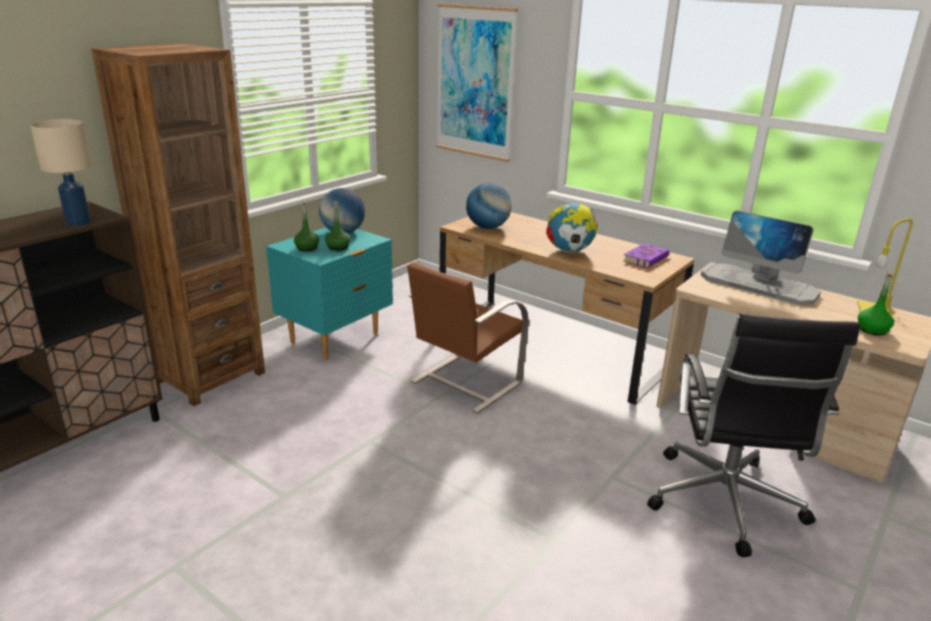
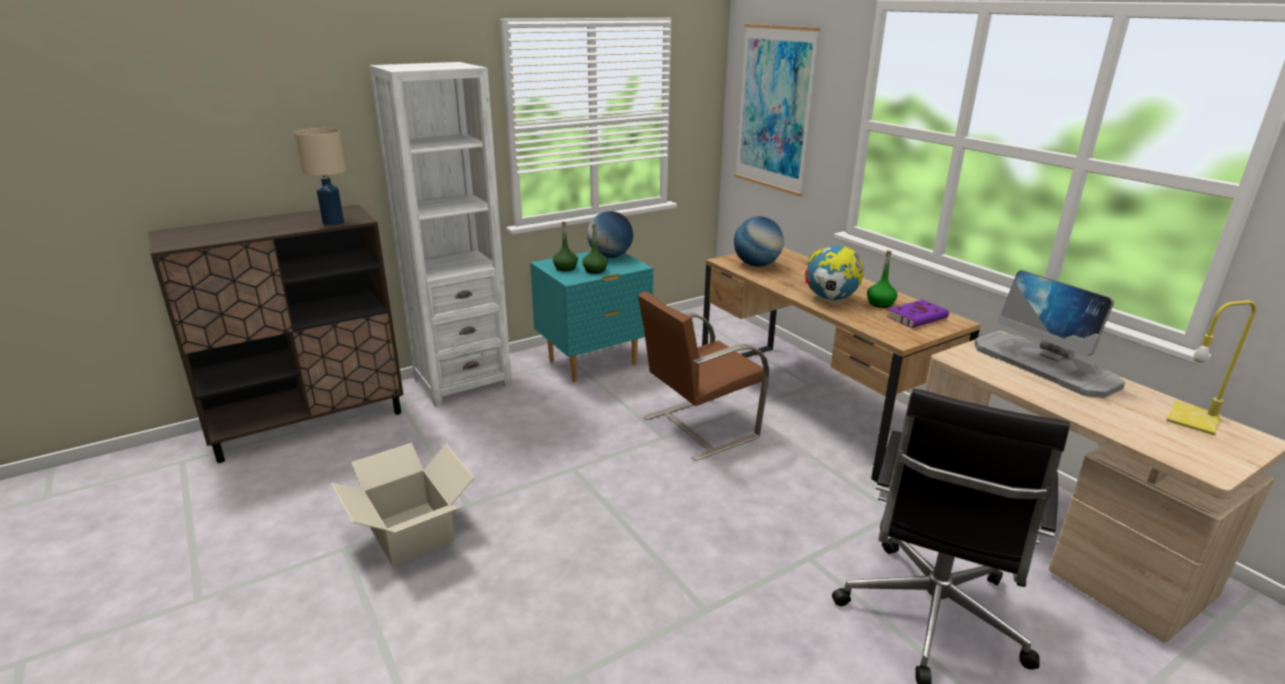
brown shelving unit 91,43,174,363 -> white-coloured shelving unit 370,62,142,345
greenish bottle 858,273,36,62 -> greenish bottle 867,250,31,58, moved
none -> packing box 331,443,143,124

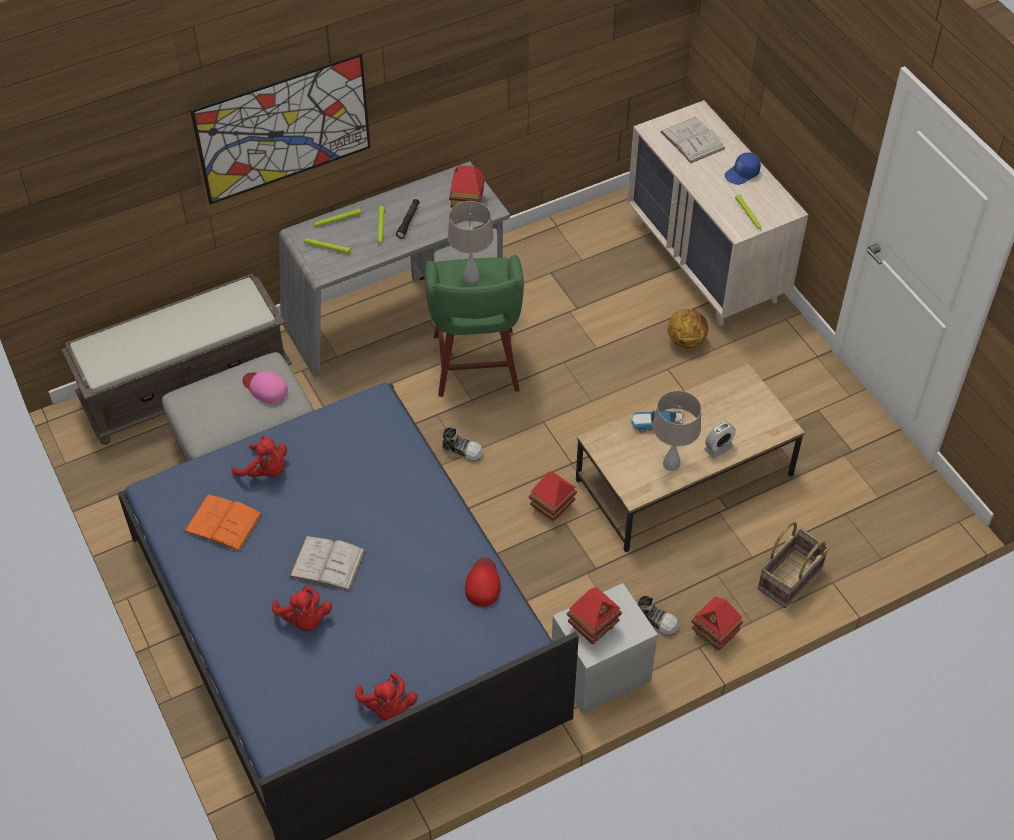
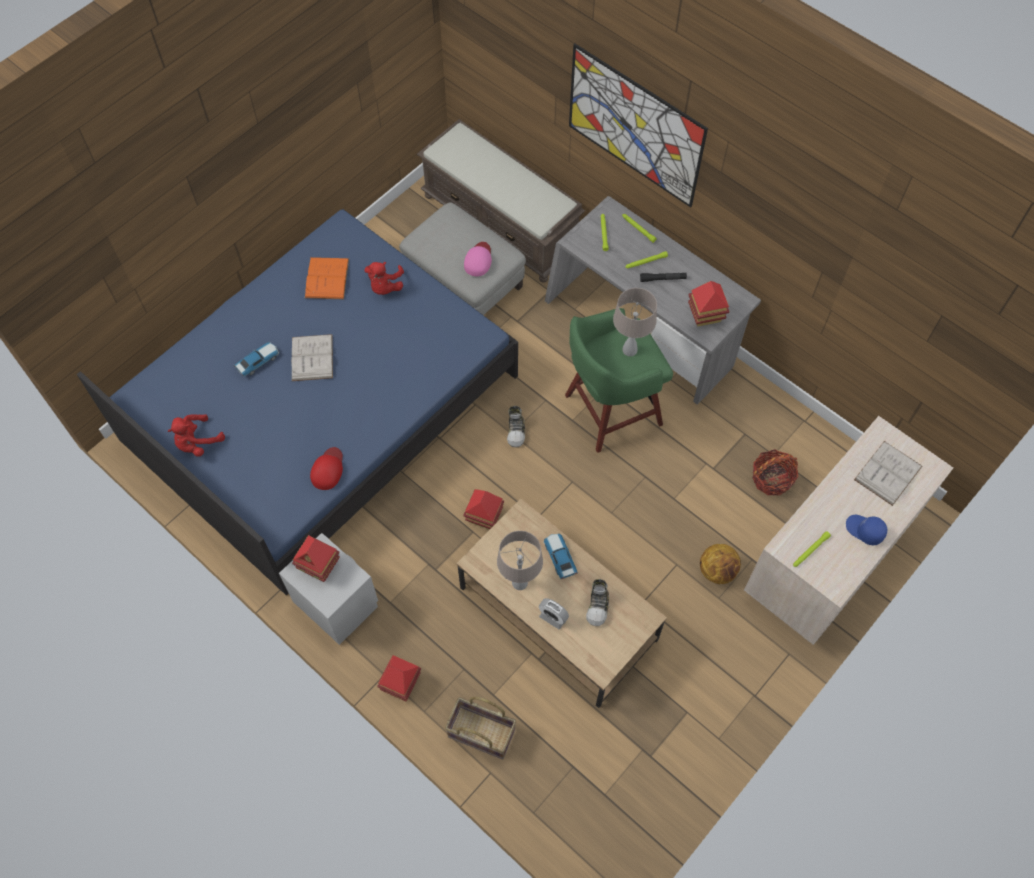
red-coloured plush toy 272,586,60,45 -> toy car 234,342,46,35
red-coloured cap 465,557,36,50 -> red-coloured cap 310,447,33,43, 60 degrees counterclockwise
low shoe 638,596,41,40 -> low shoe 586,579,23,47, moved
none -> basket 753,449,45,47

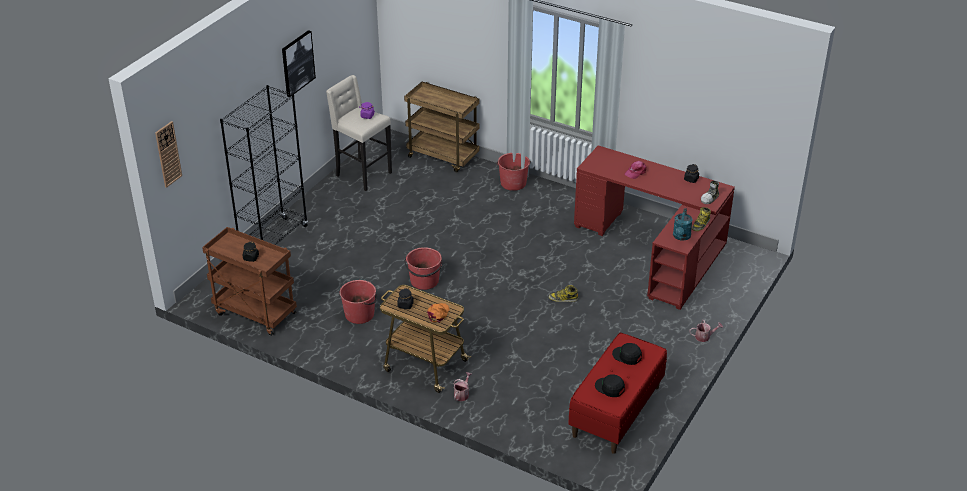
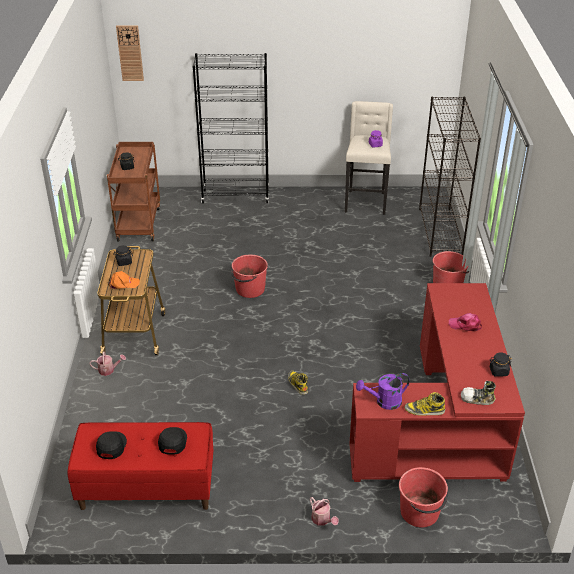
wall picture 282,30,34,67 -> none
red-coloured pail 340,280,37,44 -> red-coloured pail 399,467,49,60, moved
brown trolley 404,82,76,91 -> blackish shelving unit 419,97,62,160
blue-green sprinkling can 673,208,20,33 -> purplish sprinkling can 356,373,54,37

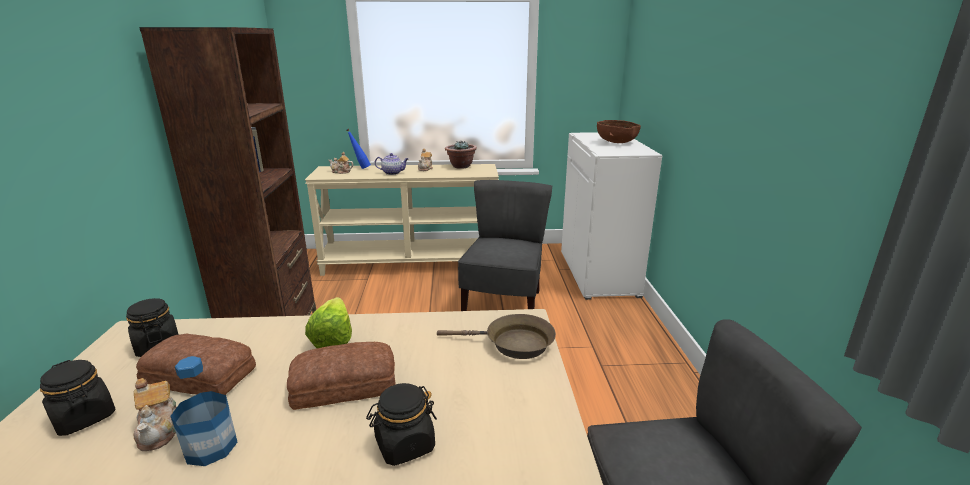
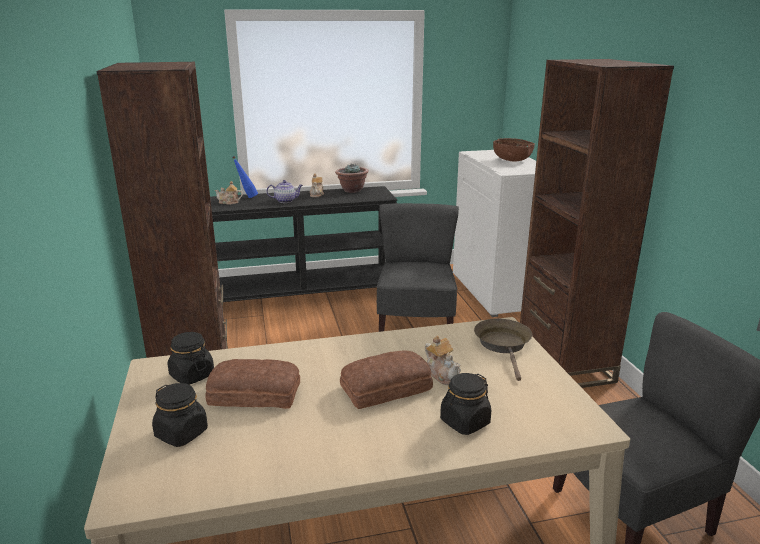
tea pot 133,378,44,73 -> tea pot 425,335,36,50, moved
bottle 170,356,68,110 -> none
beige-coloured console table 305,164,194,112 -> blackish console table 210,186,187,116
head of lettuce 305,297,47,51 -> none
brown frying pan 437,314,119,45 -> brown frying pan 474,318,58,63, 90 degrees counterclockwise
none -> brown shelving unit 520,59,154,329

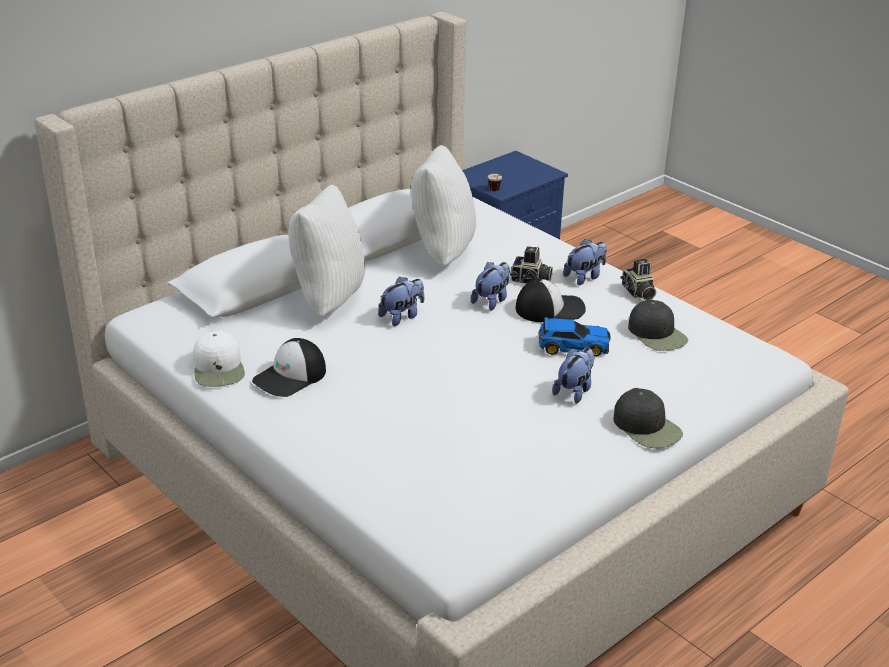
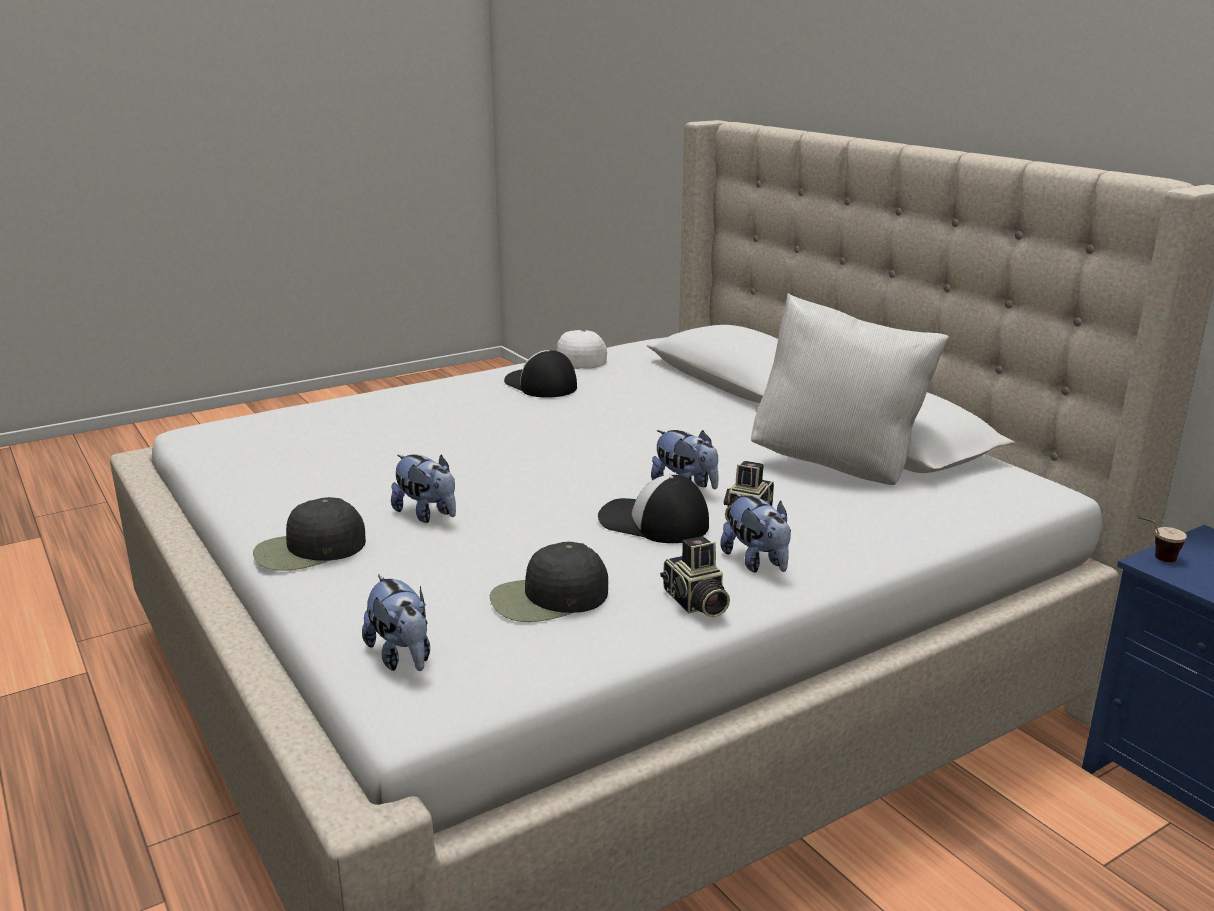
white-coloured throw pillow 288,185,77,132 -> none
plush toy 378,276,46,50 -> plush toy 362,574,68,97, moved
cap 516,279,70,43 -> cap 598,475,111,68, 120 degrees clockwise
toy car 539,317,71,39 -> none
still camera 621,259,35,41 -> still camera 660,536,70,82, 105 degrees counterclockwise

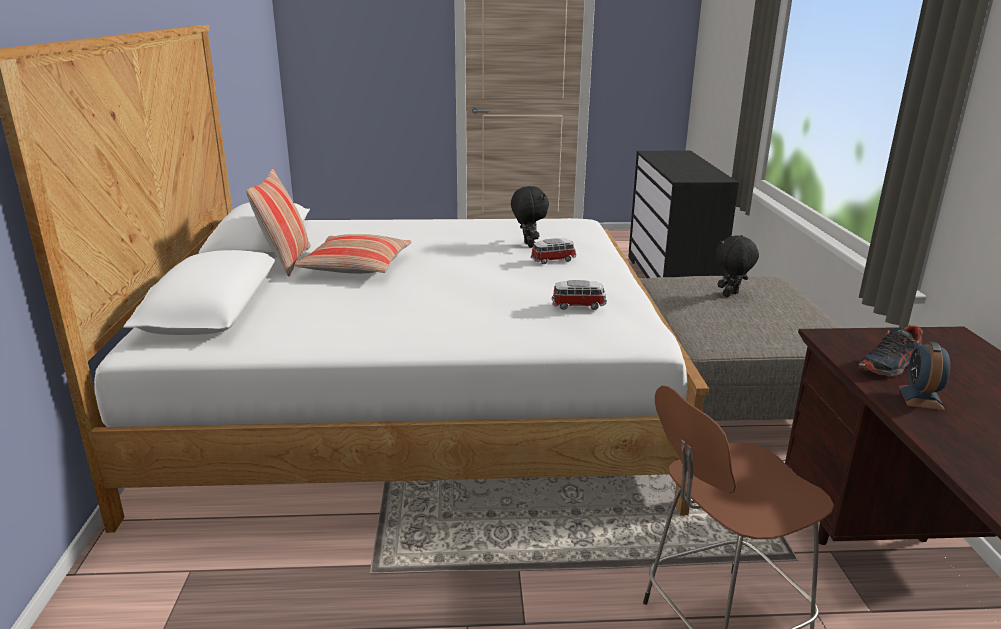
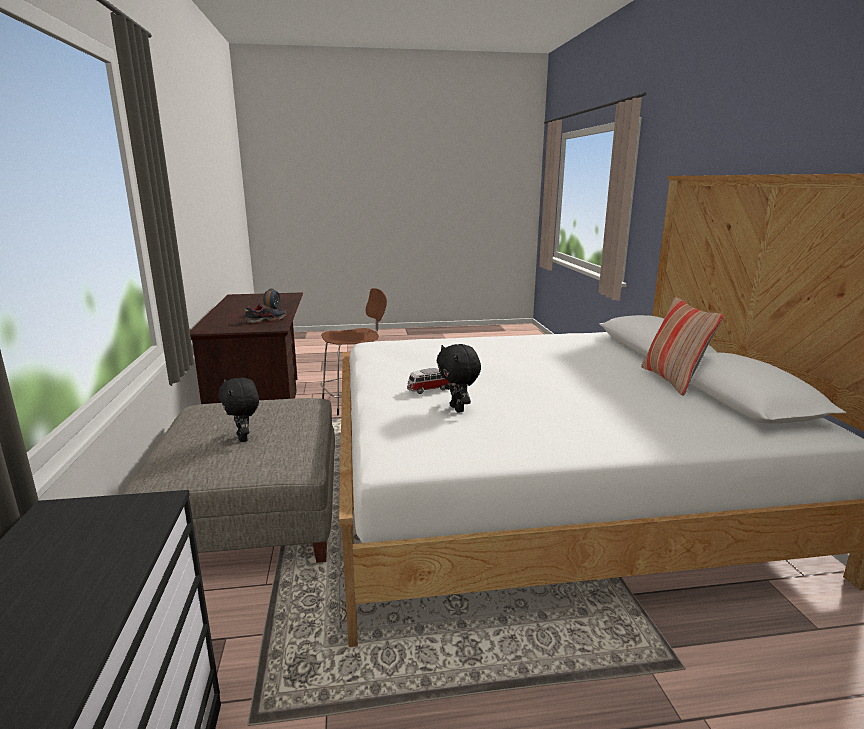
throw pillow 294,234,118,40 -> none
toy car 552,280,55,30 -> none
blackish plush toy 715,235,44,62 -> blackish plush toy 218,378,41,64, 105 degrees clockwise

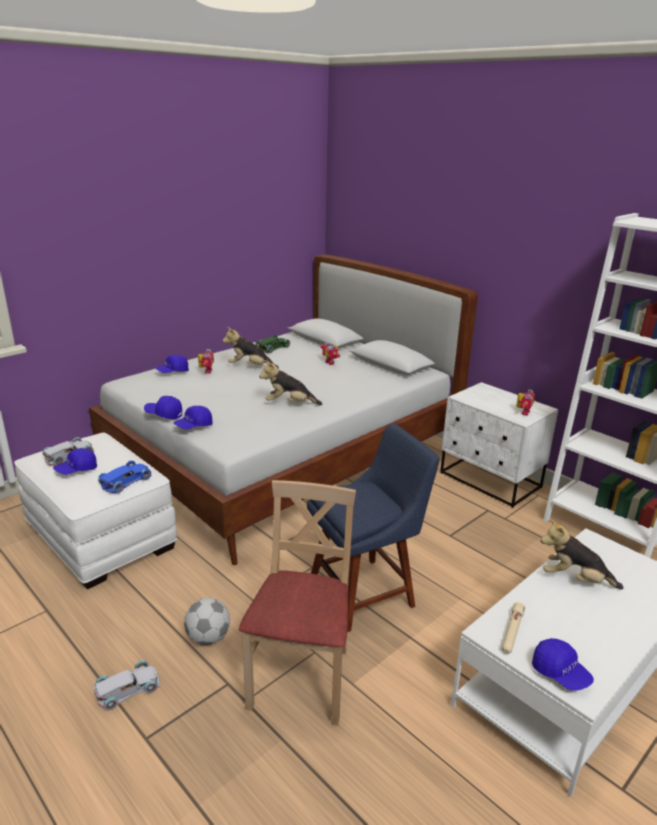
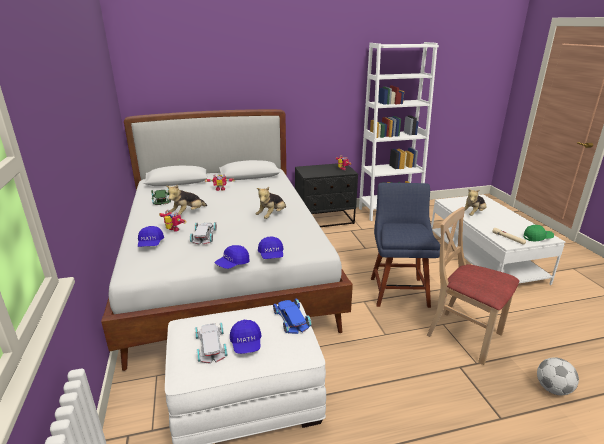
white-coloured toy car 94,660,66,51 -> white-coloured toy car 190,222,27,23, moved
ball for football 184,598,46,47 -> ball for football 537,357,42,39, moved
white-coloured night table 440,382,118,126 -> blackish night table 295,163,63,64
bluish cap 532,638,62,53 -> greenish cap 524,225,30,16

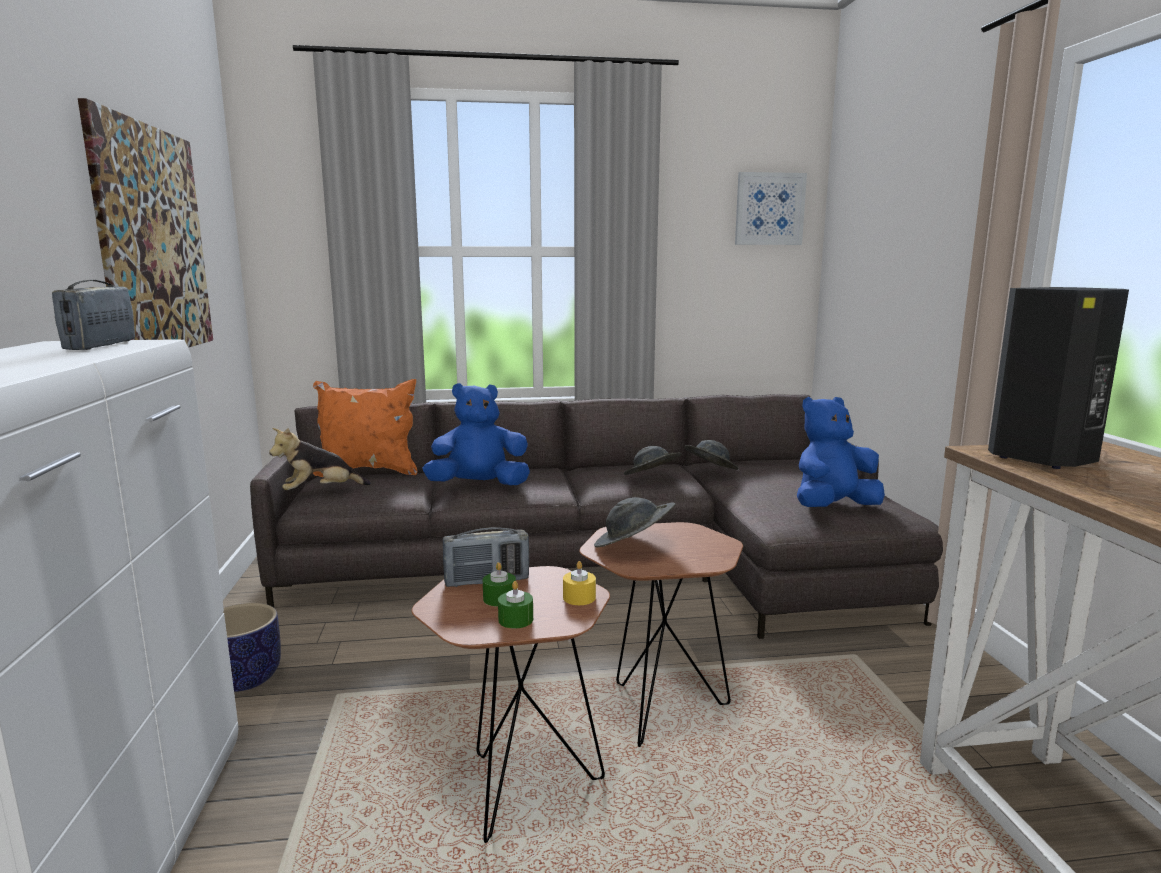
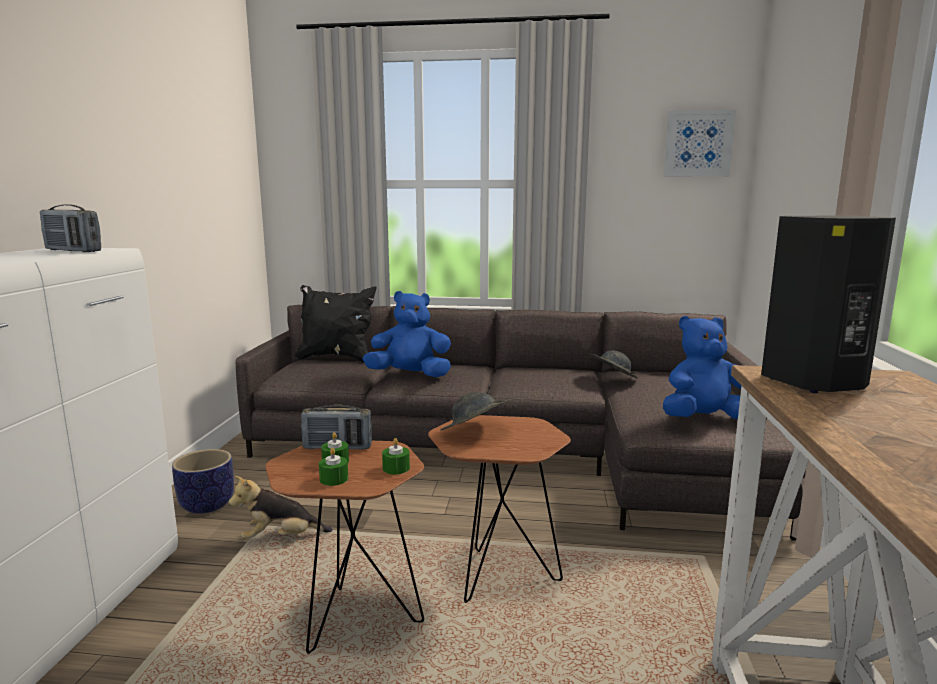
radio receiver 52,280,83,70 -> radio receiver 40,204,61,48, 75 degrees counterclockwise
wall picture 78,98,135,250 -> none
plush toy 269,428,102,62 -> plush toy 229,476,104,63, moved
orange throw pillow 313,379,104,98 -> blackish throw pillow 295,285,81,78
yellow candle 563,561,33,44 -> greenish candle 382,438,28,37
gray wearable hat 624,446,58,29 -> none

